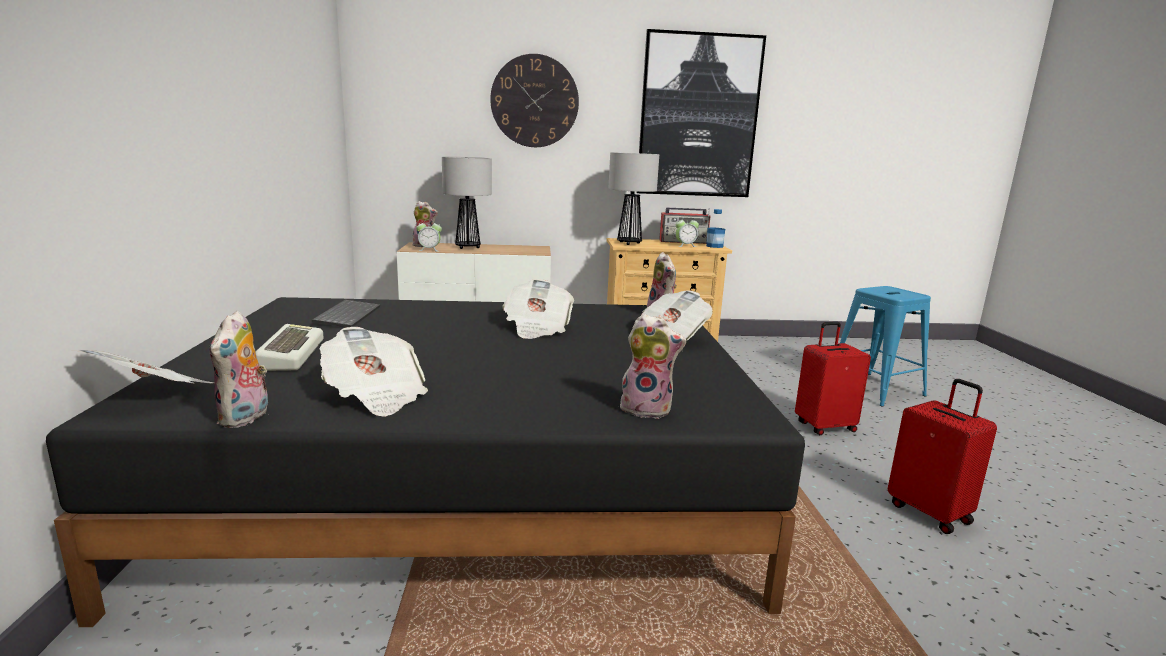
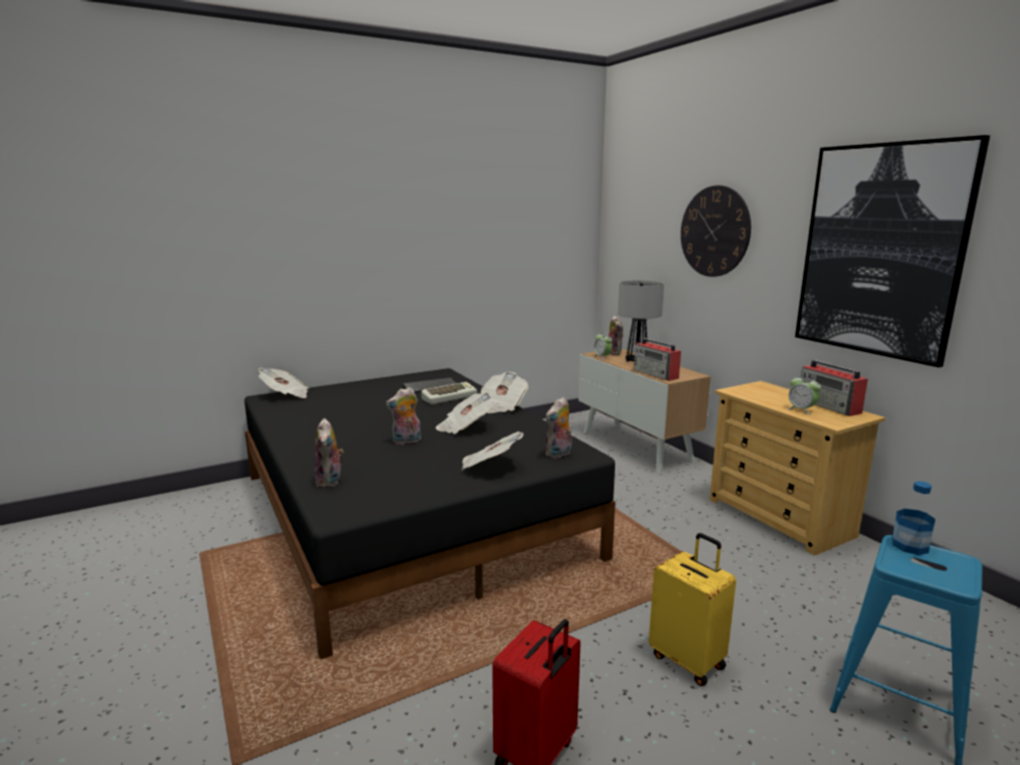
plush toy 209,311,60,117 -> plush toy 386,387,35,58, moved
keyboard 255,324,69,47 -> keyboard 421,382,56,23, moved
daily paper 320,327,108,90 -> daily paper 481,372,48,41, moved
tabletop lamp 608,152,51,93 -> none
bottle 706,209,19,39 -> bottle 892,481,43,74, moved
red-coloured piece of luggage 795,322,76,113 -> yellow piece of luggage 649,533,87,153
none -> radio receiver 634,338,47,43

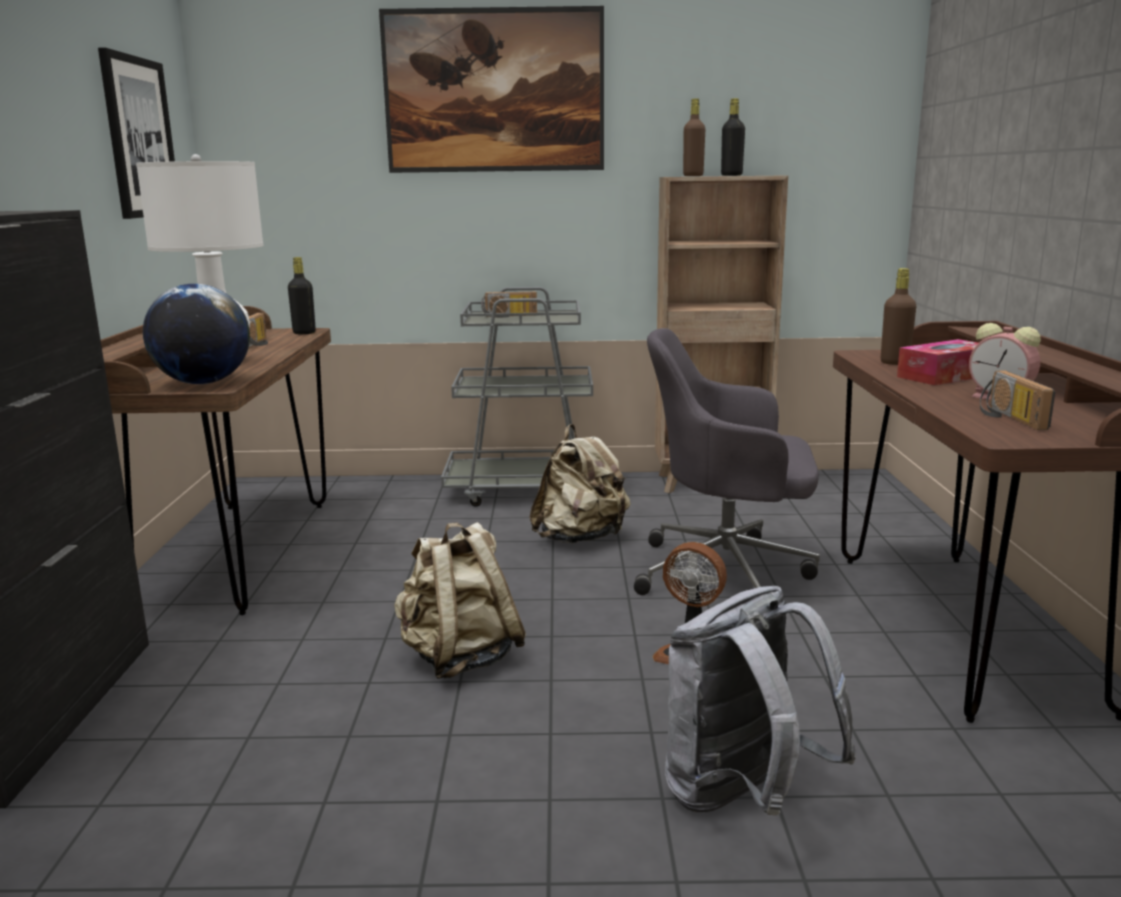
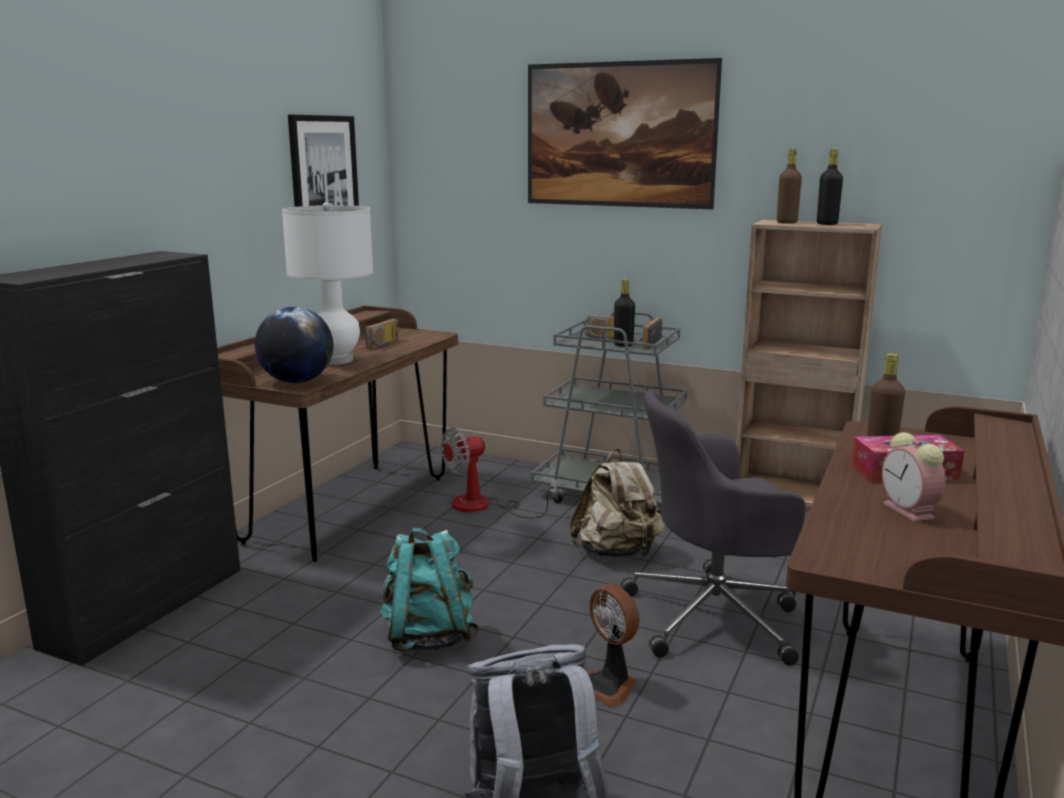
blackish bottle 288,257,28,78 -> blackish bottle 614,279,21,68, moved
beige-coloured rucksack 394,522,132,157 -> blue-green rucksack 380,528,99,124
gray office chair 634,328,186,267 -> gray office chair 621,390,187,276, 45 degrees counterclockwise
radio receiver 980,370,75,60 -> radio receiver 640,318,22,31, moved
none -> cooling fan 441,427,116,91

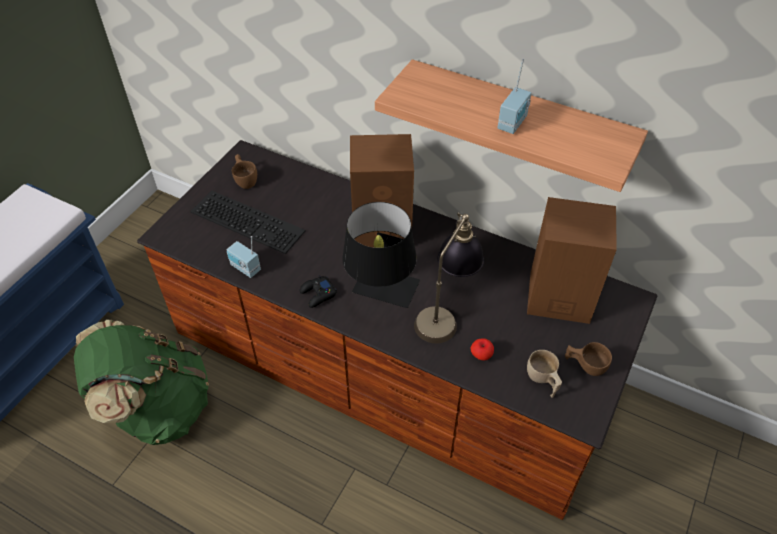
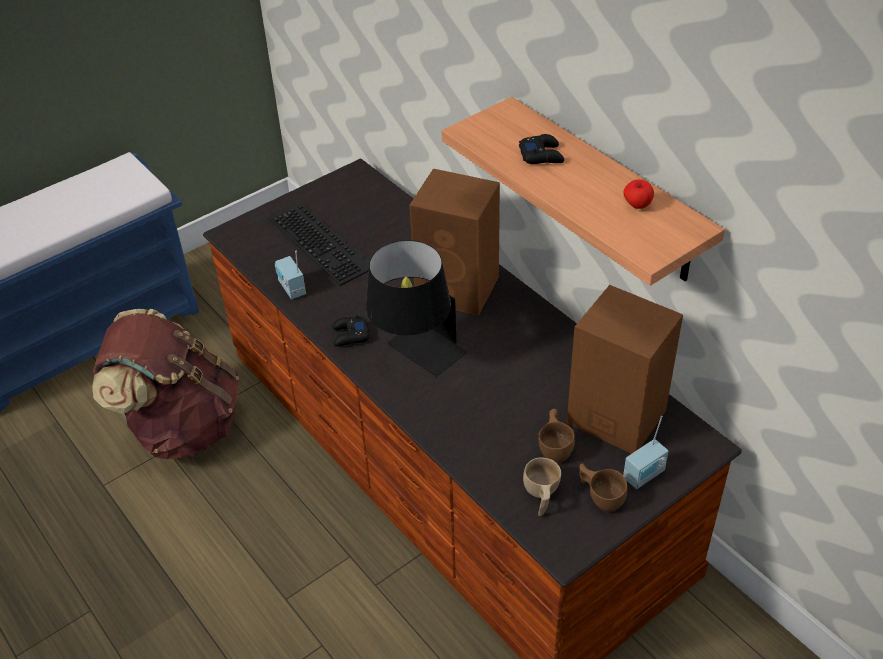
greenish rucksack 74,320,135,125 -> brown rucksack 92,309,147,150
brown small cup 232,154,25,35 -> brown small cup 538,409,37,54, moved
tabletop lamp 414,212,70,132 -> none
apple fruit 471,338,23,23 -> apple fruit 624,179,30,30, moved
radio receiver 498,58,33,76 -> radio receiver 623,416,46,73, moved
none -> blackish game controller 519,134,45,30

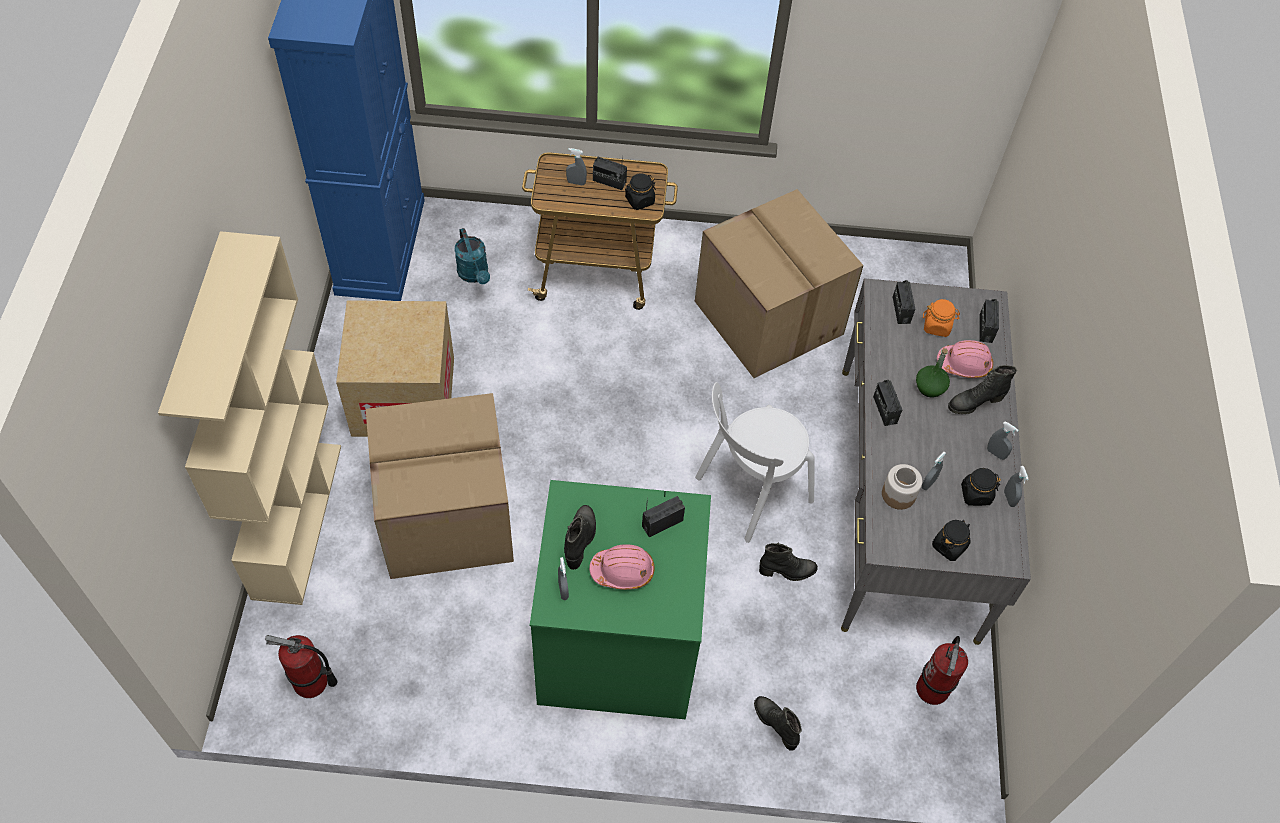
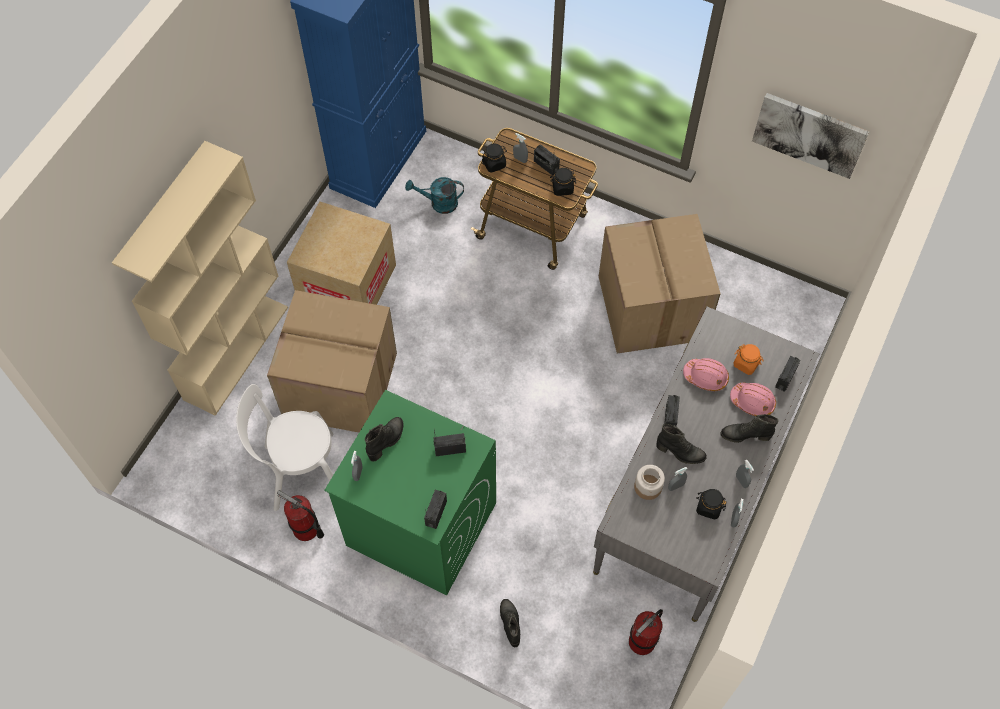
fire extinguisher 265,635,73,63 -> fire extinguisher 277,490,47,51, moved
blue-green sprinkling can 454,228,36,56 -> blue-green sprinkling can 405,177,59,37, 90 degrees clockwise
pinkish work helmet 589,544,65,46 -> pinkish work helmet 683,358,46,33, moved
white-coloured upright chair 695,382,120,161 -> white-coloured upright chair 236,384,97,127, moved
blackish high-top boot 759,543,59,38 -> blackish high-top boot 656,424,51,40, moved
radio receiver 893,280,22,44 -> radio receiver 424,490,23,39, moved
greenish bottle 916,348,34,50 -> none
blackish preserve jar 932,520,39,41 -> blackish preserve jar 482,144,25,29, moved
none -> wall picture 752,93,118,86

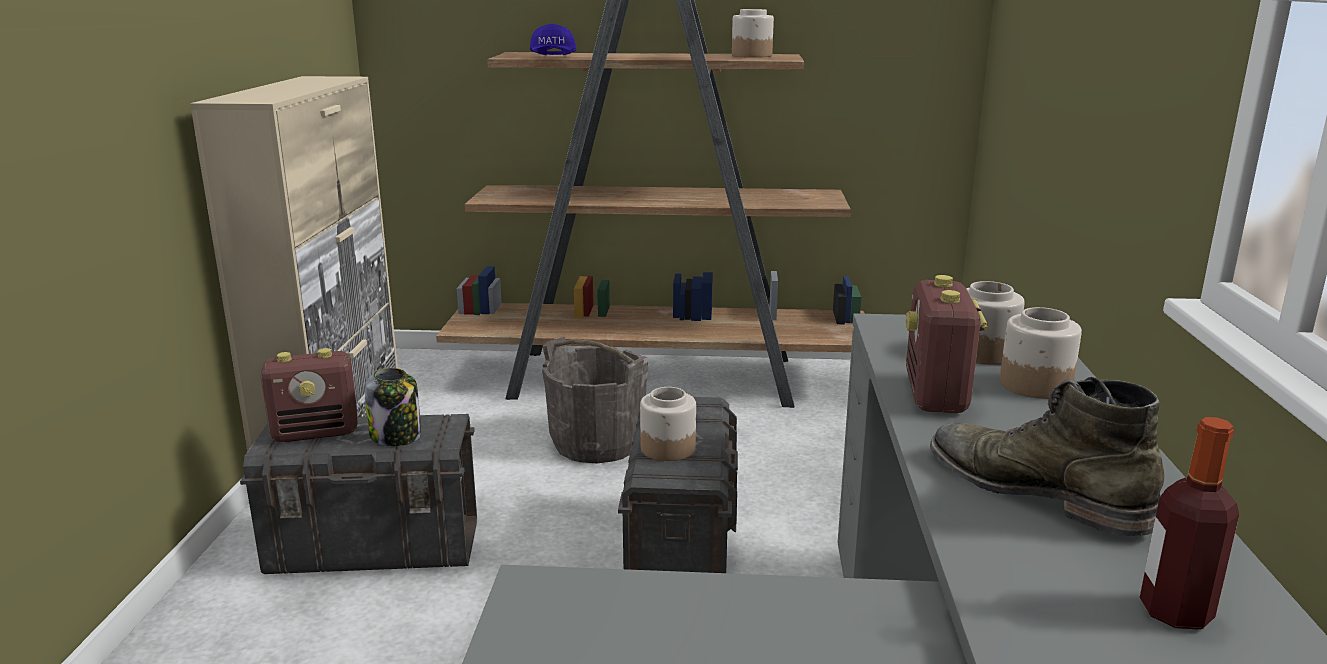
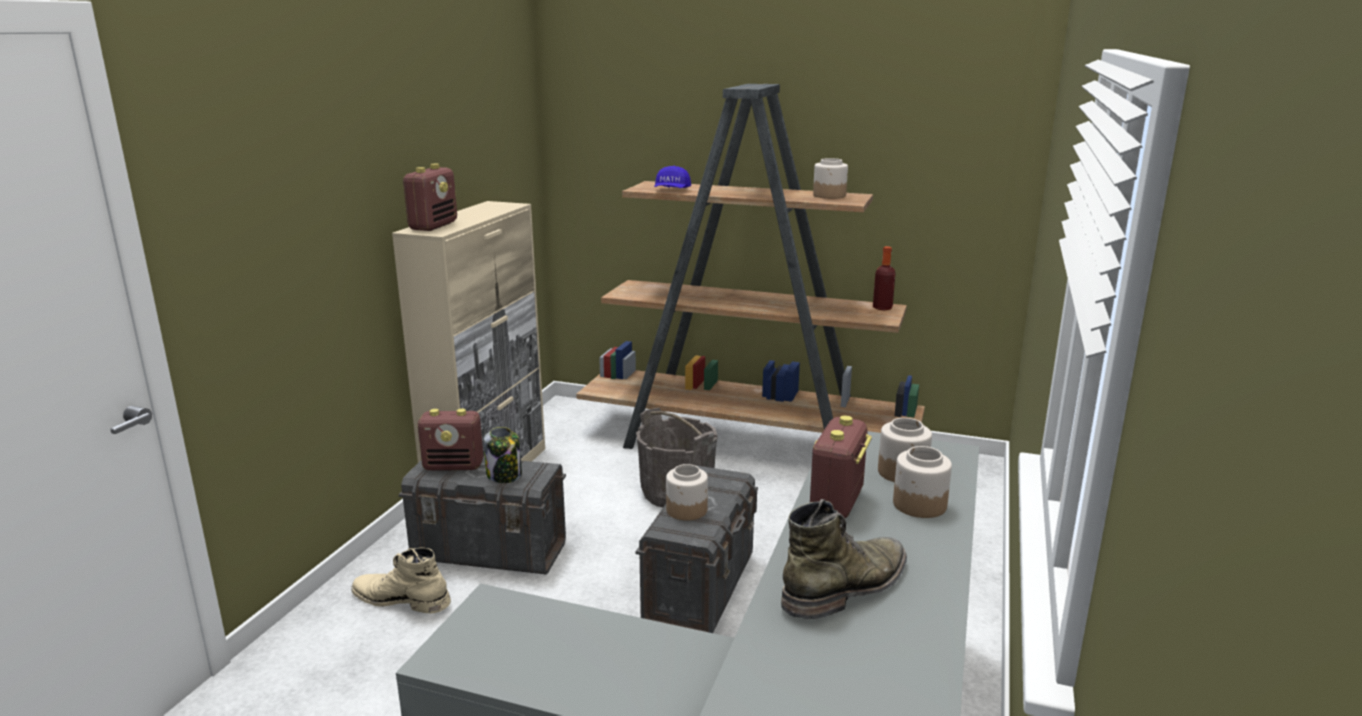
greenish high-top boot 930,377,234,159 -> greenish high-top boot 781,499,126,120, 75 degrees clockwise
bottle 1140,417,99,213 -> bottle 873,246,23,64, moved
none -> beige-coloured high-top boot 351,547,100,67
none -> radio receiver 403,164,54,67

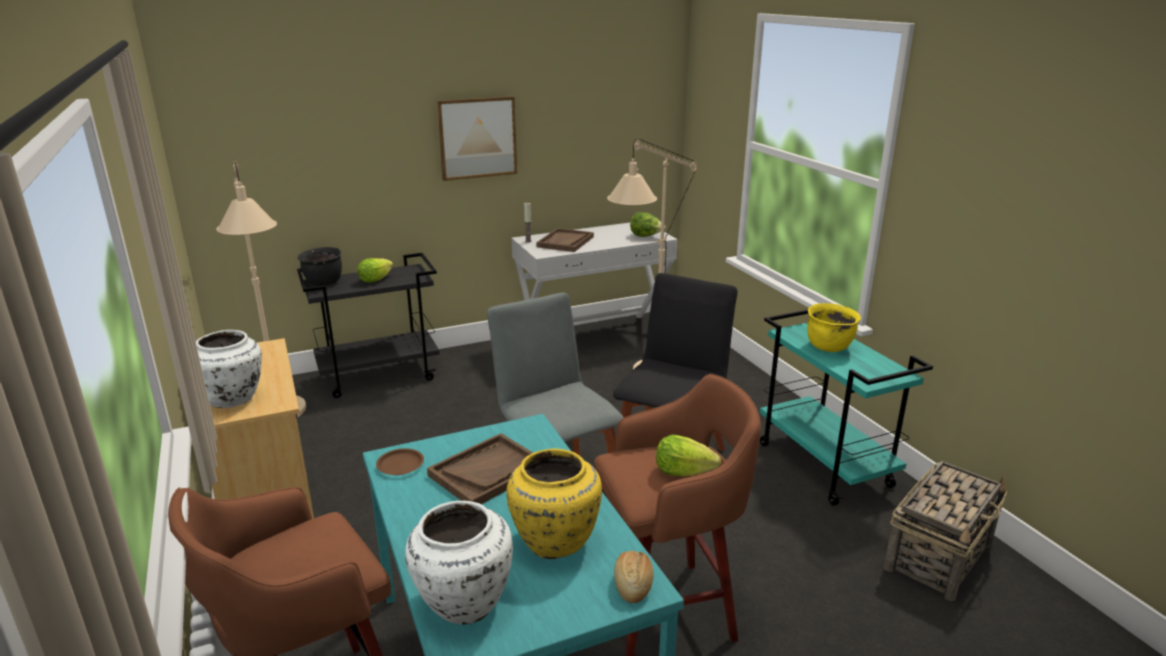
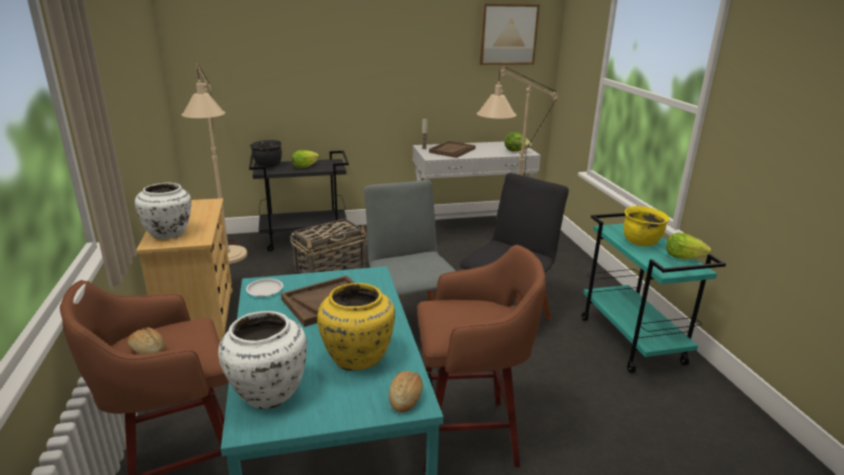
brown plate 376,448,48,27 -> white-coloured plate 246,279,37,18
wall picture 436,96,81,85 -> wall picture 479,4,61,61, moved
head of lettuce 656,435,65,41 -> head of lettuce 666,233,46,26, moved
basket 884,461,123,140 -> basket 290,218,77,56, moved
none -> baked bread 127,327,38,27

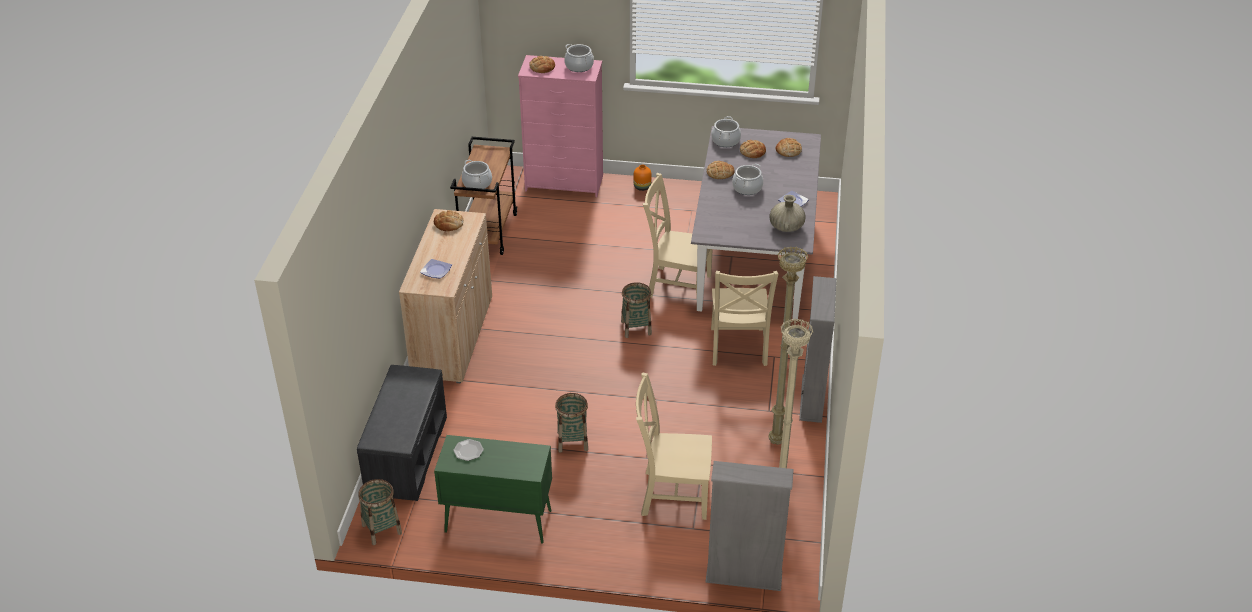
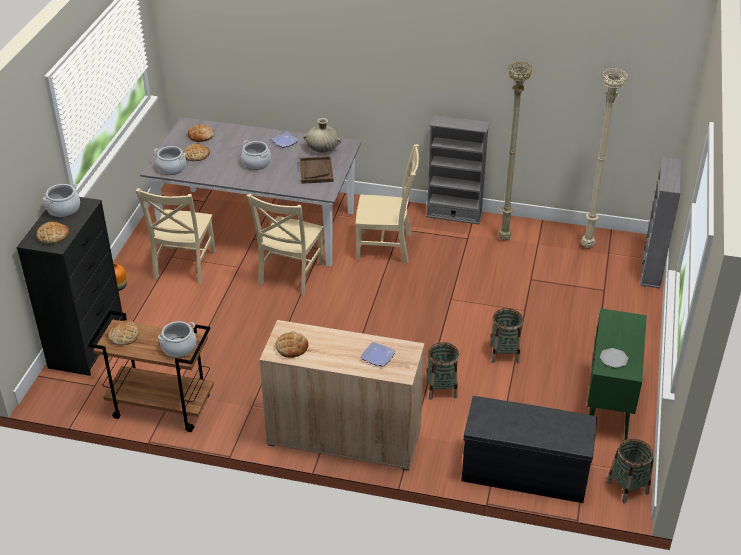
pinkish dresser 518,55,85,142 -> blackish dresser 16,197,108,179
basket 621,282,31,56 -> basket 426,342,33,58, moved
beige-coloured upright chair 636,372,76,148 -> beige-coloured upright chair 135,188,81,96, moved
baked bread 706,161,29,18 -> baked bread 107,320,32,25, moved
none -> brown carrying tray 300,156,34,28

